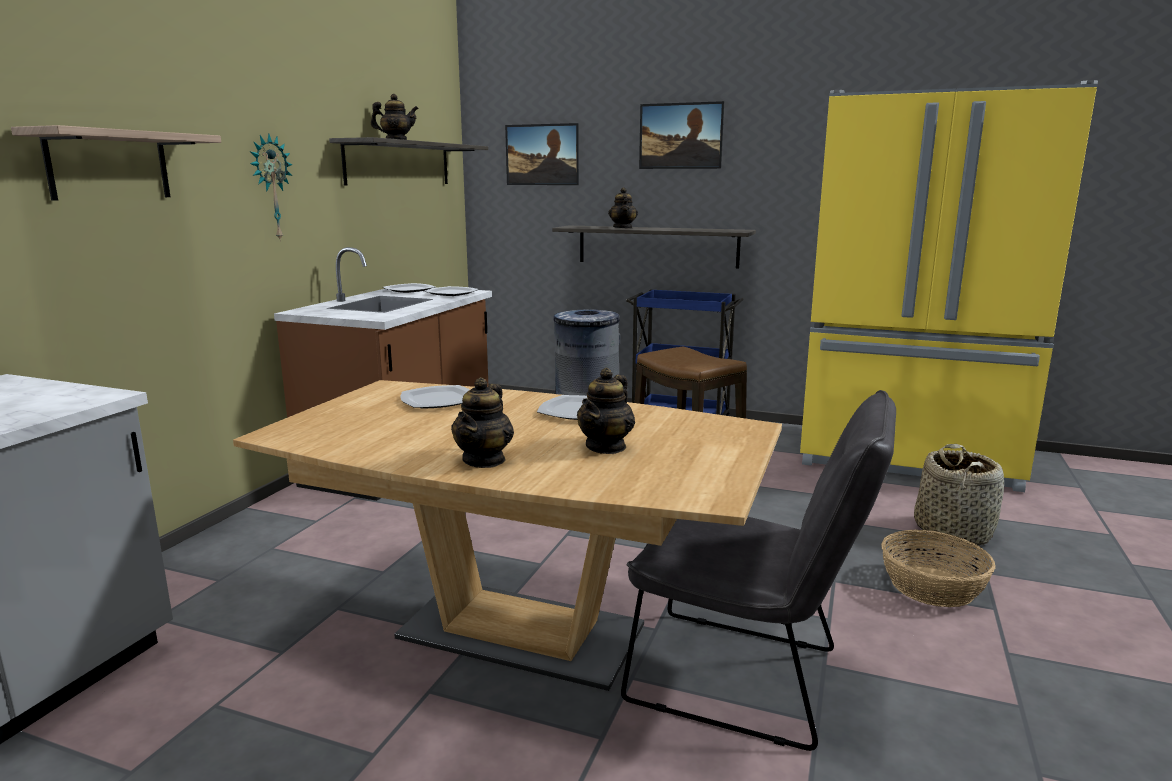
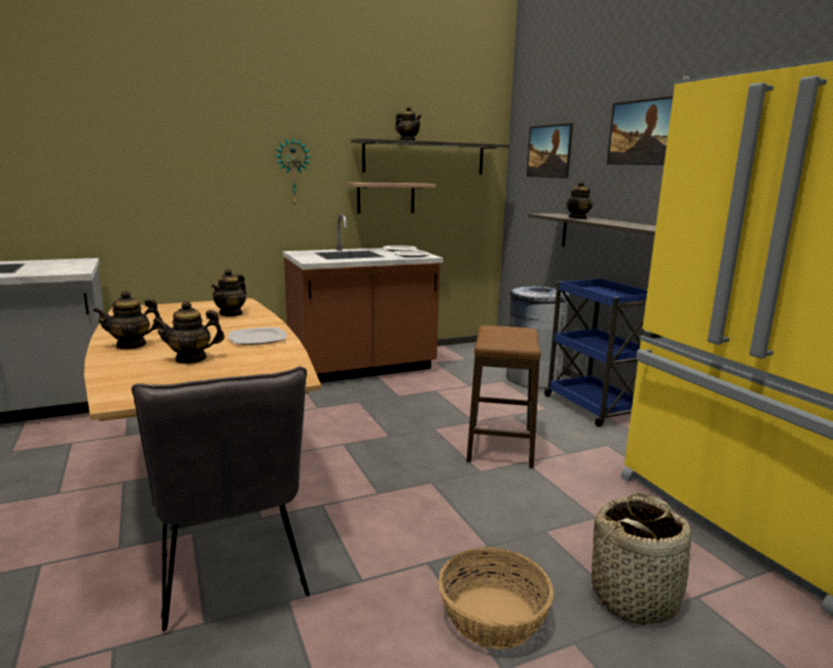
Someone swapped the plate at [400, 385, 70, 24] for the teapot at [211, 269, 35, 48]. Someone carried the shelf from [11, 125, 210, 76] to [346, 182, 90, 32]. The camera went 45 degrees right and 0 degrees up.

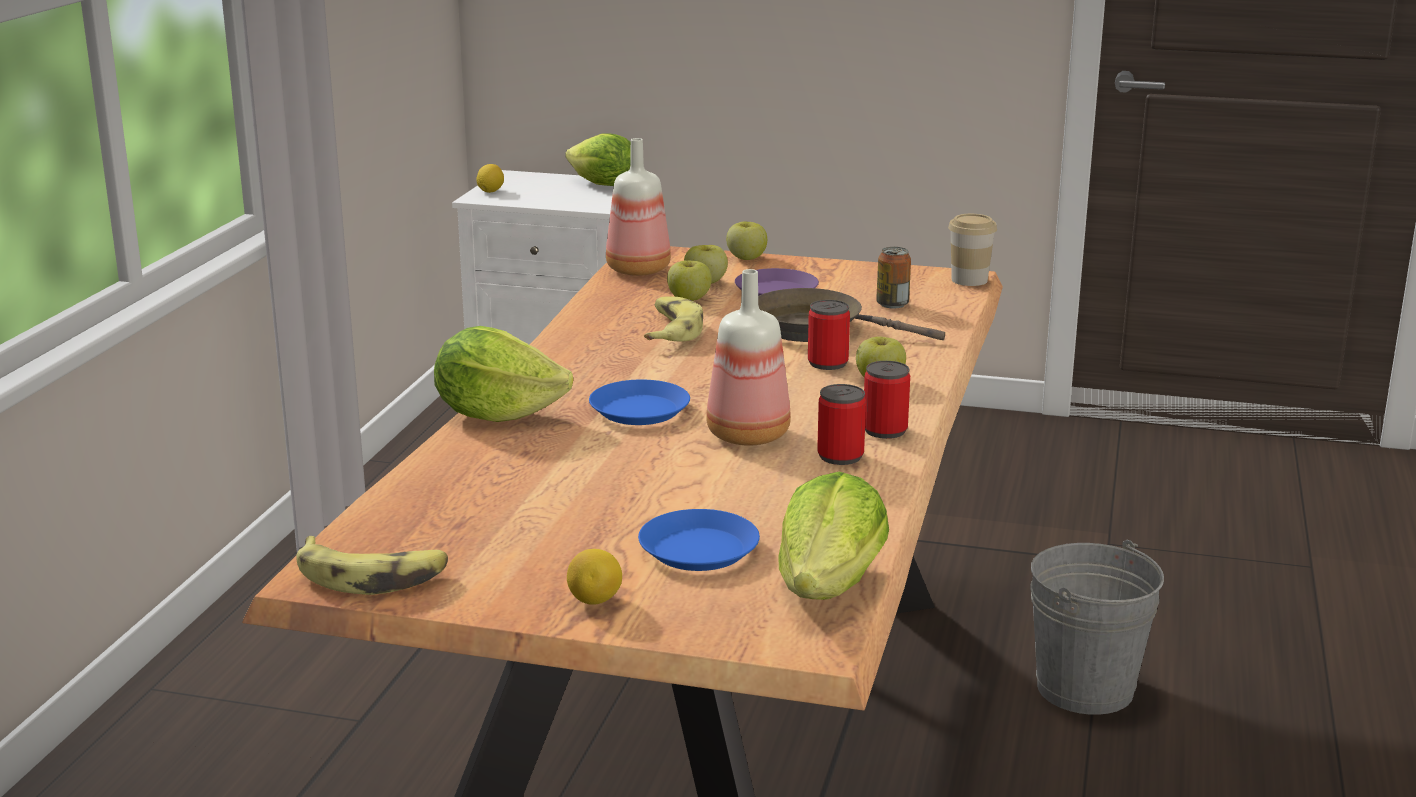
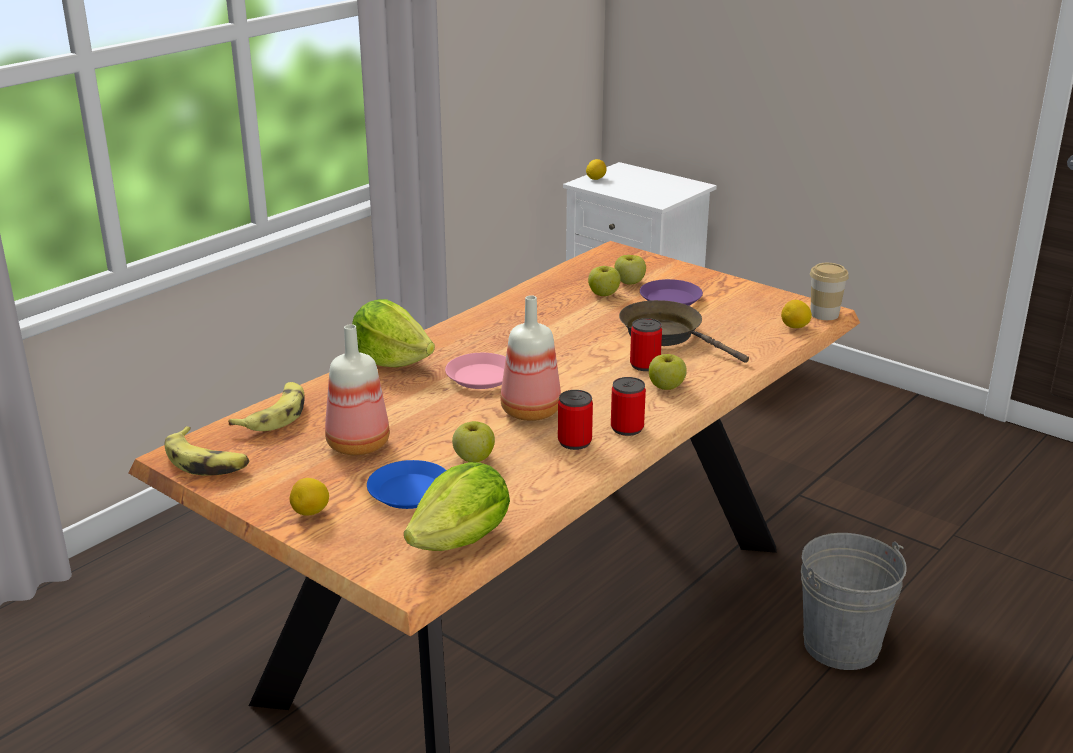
Someone carried the banana from [644, 297, 59, 44] to [228, 382, 77, 49]. Someone carried the bottle from [606, 138, 65, 138] to [325, 324, 65, 131]. Someone repainted the blue plate at [589, 380, 101, 45], which became the pink plate at [445, 353, 61, 36]. Someone carried the apple from [726, 222, 41, 38] to [452, 421, 43, 41]. Someone put down the lemon at [781, 300, 31, 28]. Someone took away the lettuce at [565, 133, 66, 53]. Someone took away the can at [876, 247, 35, 61]. The camera went 25 degrees right and 5 degrees up.

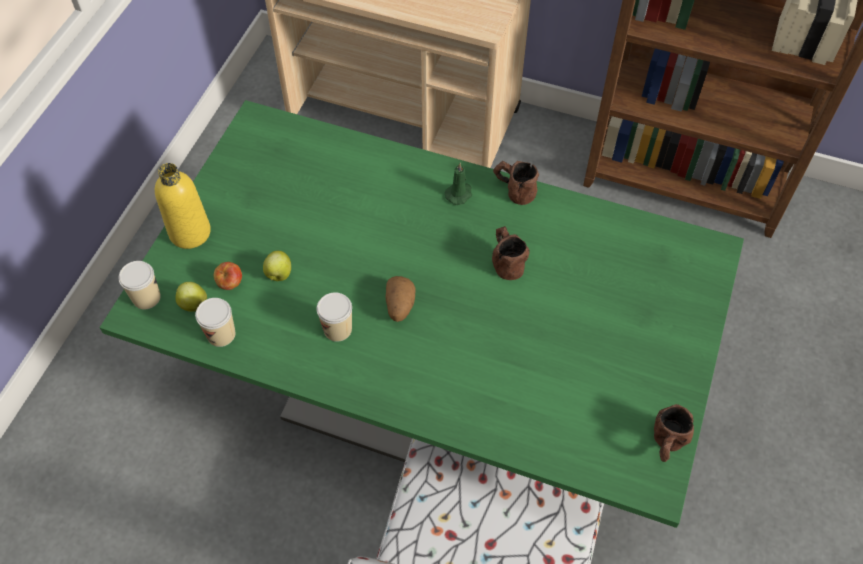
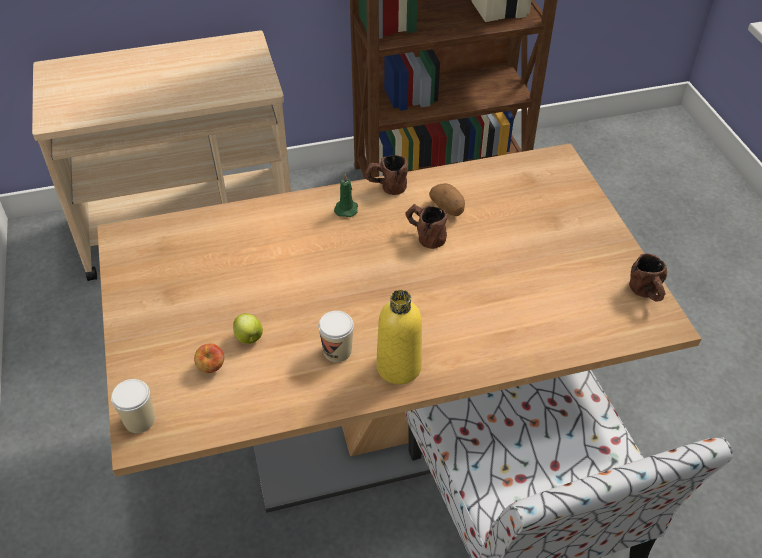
Someone repainted the green dining table at [99, 100, 645, 428], which became the brown dining table at [97, 143, 605, 370]. Someone carried the yellow bottle from [155, 163, 56, 86] to [376, 290, 46, 94]. Someone carried the potato from [385, 276, 31, 46] to [429, 183, 36, 33]. Someone took away the apple at [175, 282, 32, 30]. Someone took away the cup at [195, 298, 40, 49]. The camera went 35 degrees left and 10 degrees down.

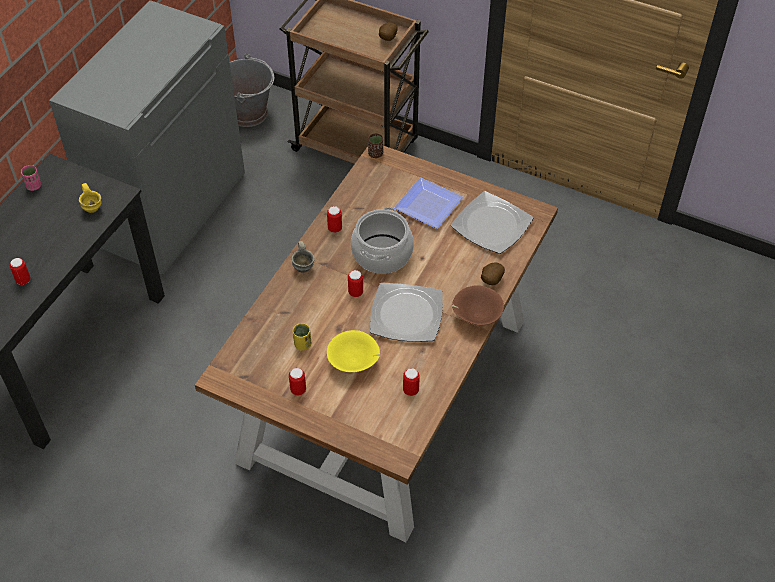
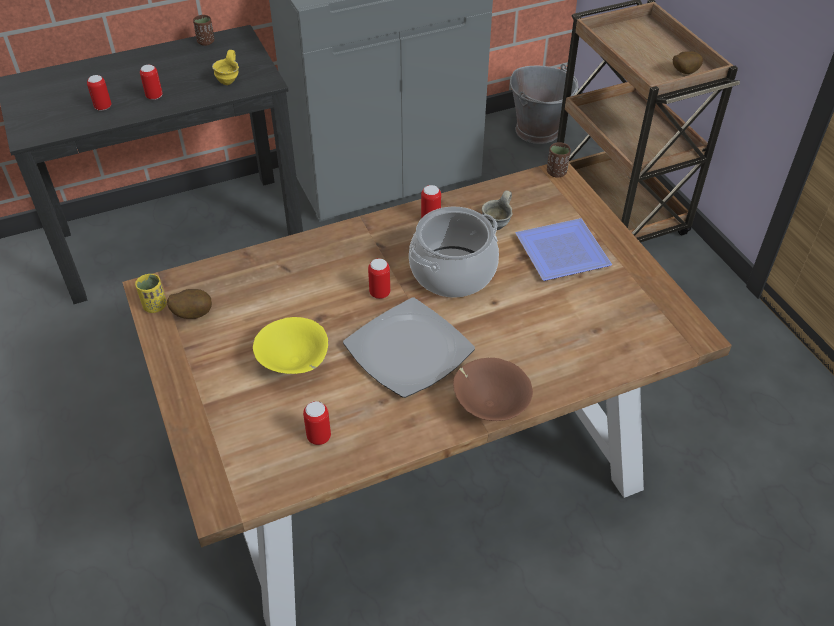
Someone carried the yellow cup from [293, 323, 18, 28] to [135, 274, 32, 39]. Someone carried the can from [289, 368, 17, 28] to [140, 65, 23, 35]. Someone carried the potato from [481, 262, 24, 23] to [167, 289, 45, 30]. Someone repainted the pink cup at [21, 165, 20, 26], which became the brown cup at [193, 15, 21, 31]. Someone carried the grey mug from [291, 241, 24, 32] to [482, 191, 31, 39]. Someone took away the plate at [451, 191, 82, 63]. The camera went 40 degrees right and 5 degrees down.

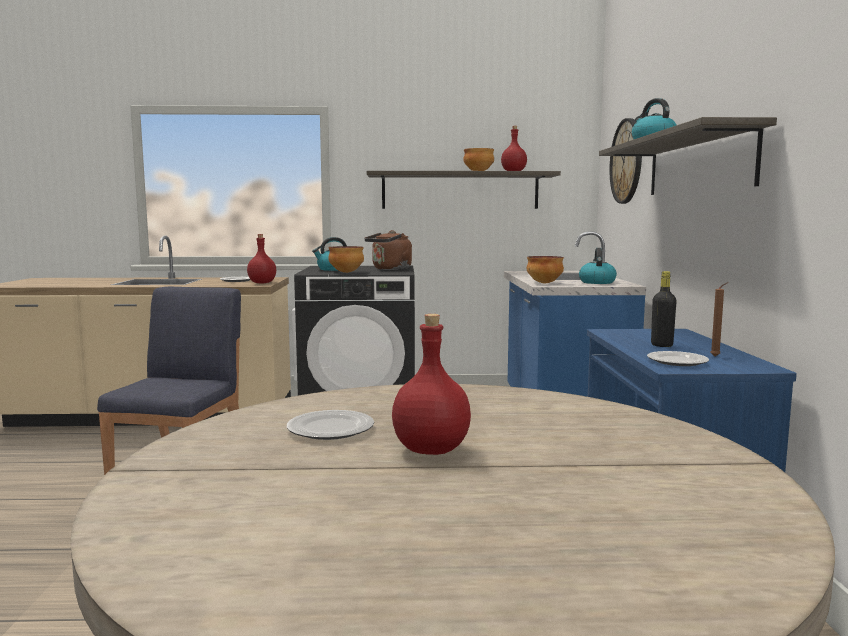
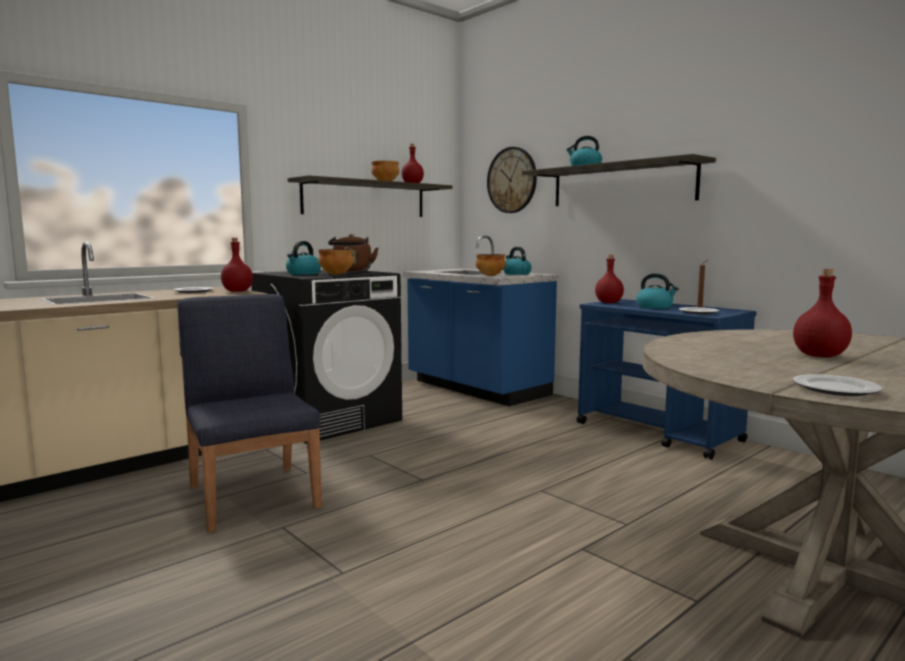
Someone put down the red bottle at [595, 255, 29, 48]. Someone swapped the black bottle at [651, 271, 26, 76] for the kettle at [636, 273, 43, 36]. Someone carried the plate from [287, 410, 87, 30] to [792, 374, 91, 22]. The camera went 40 degrees left and 0 degrees up.

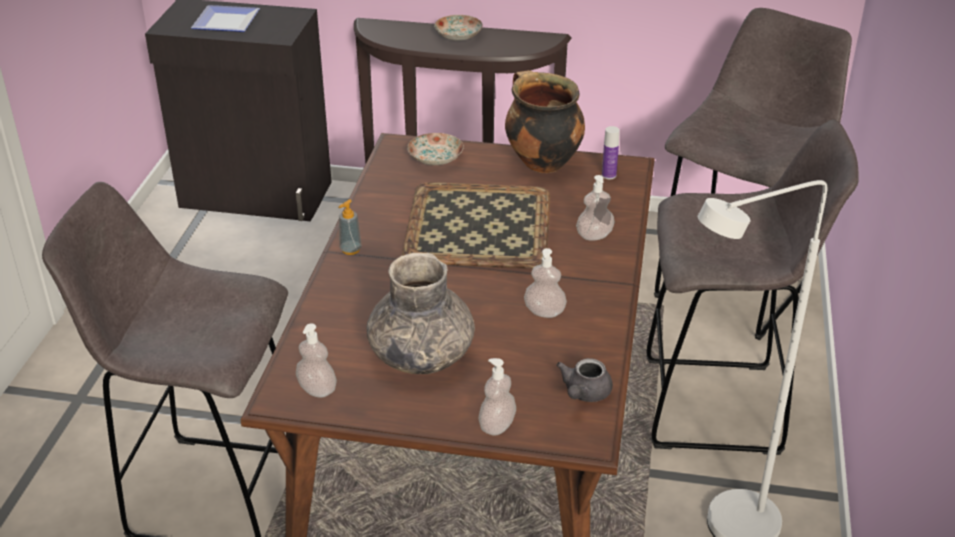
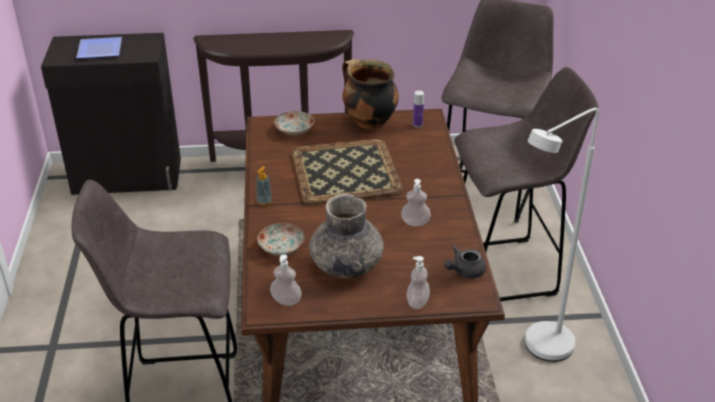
Someone carried the plate from [434, 15, 49, 26] to [257, 223, 48, 32]. Someone rotated the grey teapot at [556, 358, 57, 44] by 45 degrees clockwise. Someone took away the soap dispenser at [576, 175, 39, 65]. The camera went 15 degrees left and 0 degrees up.

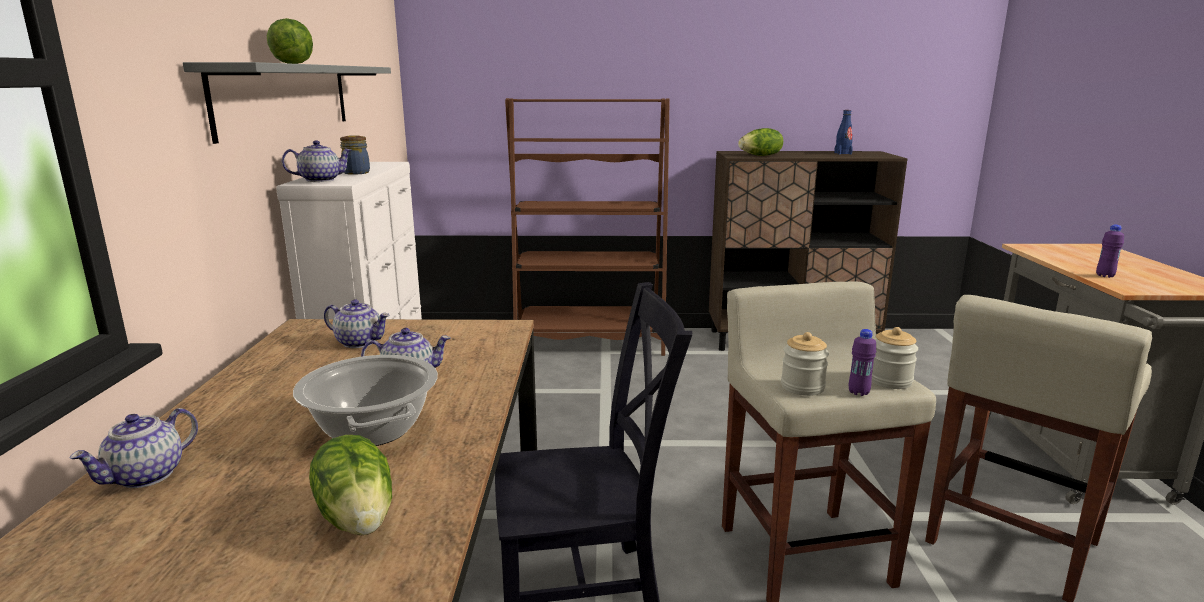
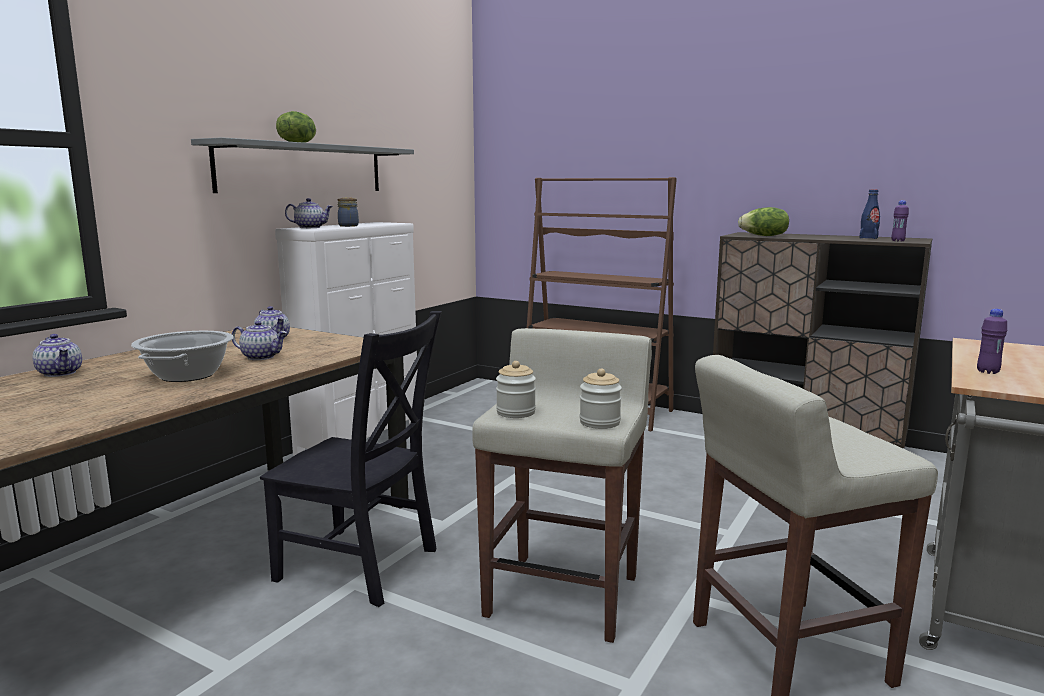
Someone rotated the teapot at [69, 408, 129, 80] by 105 degrees counterclockwise. Someone carried the purple bottle from [849, 329, 27, 67] to [891, 200, 18, 42]. Someone took away the lettuce at [309, 435, 83, 101]. The camera went 30 degrees right and 5 degrees down.

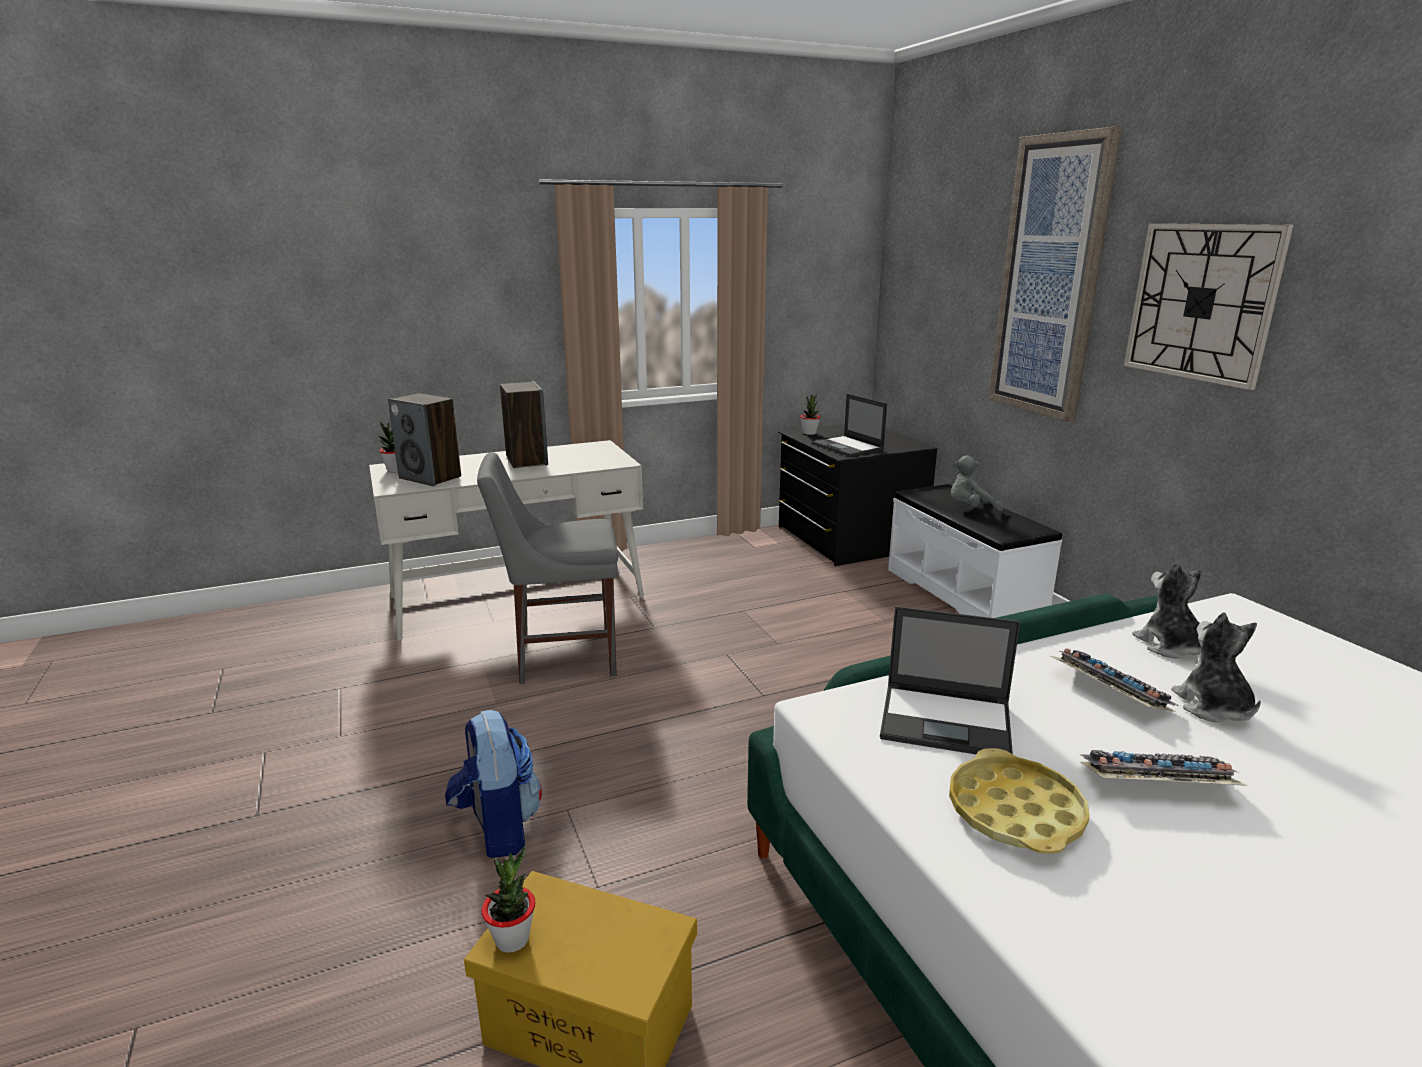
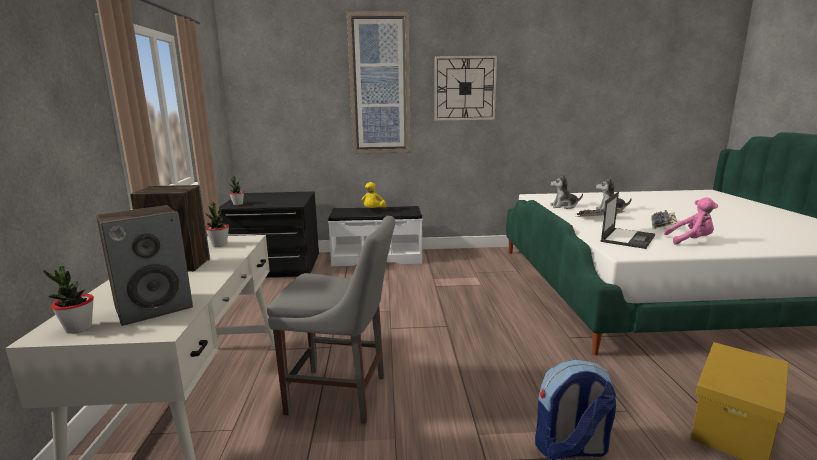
Someone carried the potted plant from [482, 847, 53, 106] to [205, 202, 24, 45]. Someone rotated the grey chair at [477, 452, 141, 232] by 90 degrees counterclockwise. Someone repainted the grey plush toy at [951, 455, 52, 57], which became the yellow plush toy at [362, 182, 24, 26]. Someone swapped the yellow tray at [949, 748, 141, 106] for the pink plush toy at [664, 197, 54, 48]. Someone took away the laptop at [812, 394, 75, 63]. The camera went 70 degrees left and 5 degrees down.

